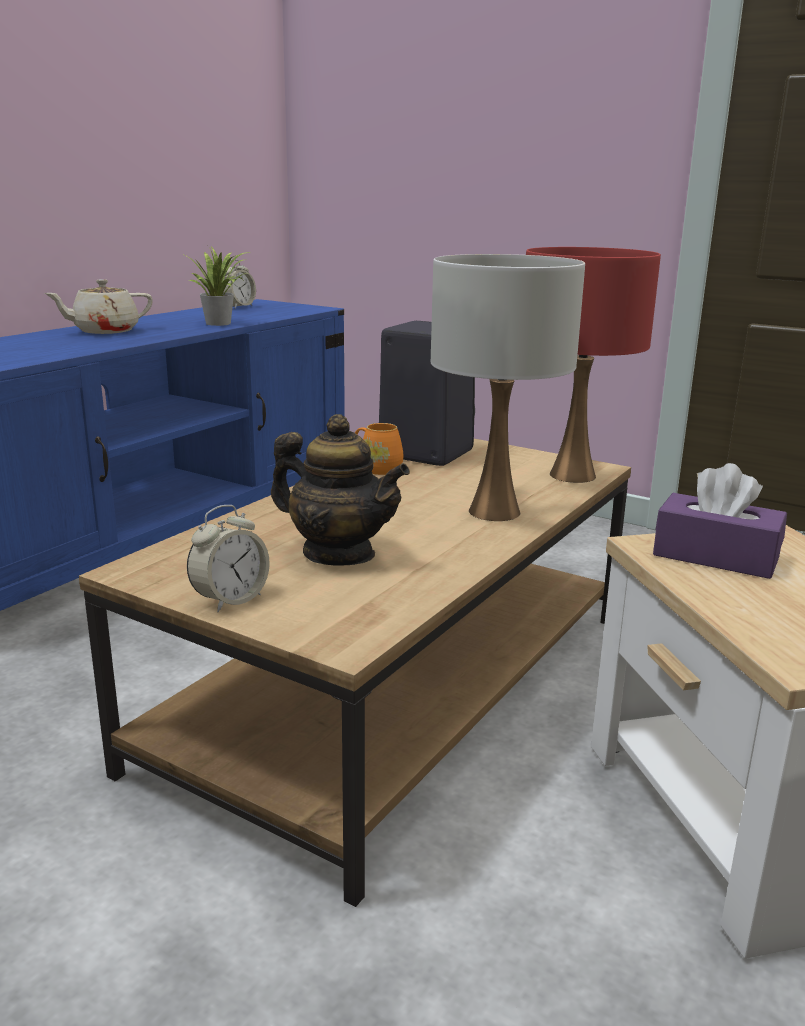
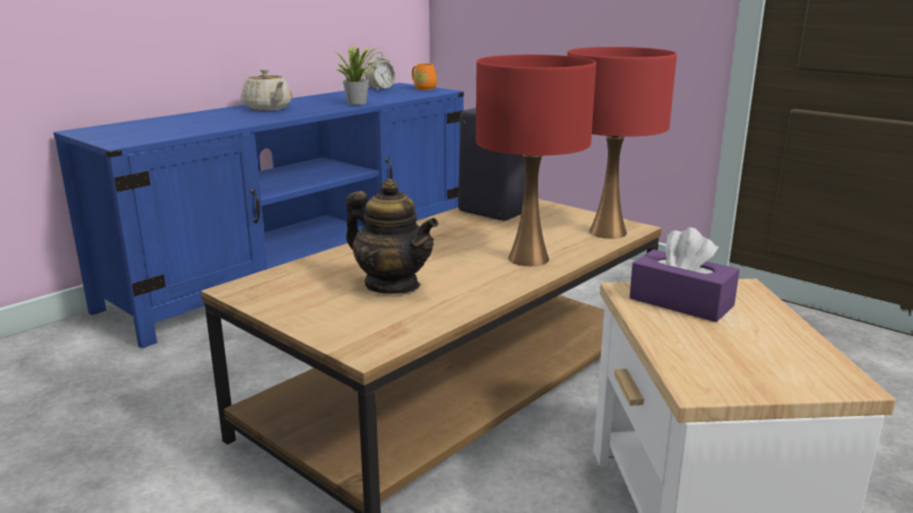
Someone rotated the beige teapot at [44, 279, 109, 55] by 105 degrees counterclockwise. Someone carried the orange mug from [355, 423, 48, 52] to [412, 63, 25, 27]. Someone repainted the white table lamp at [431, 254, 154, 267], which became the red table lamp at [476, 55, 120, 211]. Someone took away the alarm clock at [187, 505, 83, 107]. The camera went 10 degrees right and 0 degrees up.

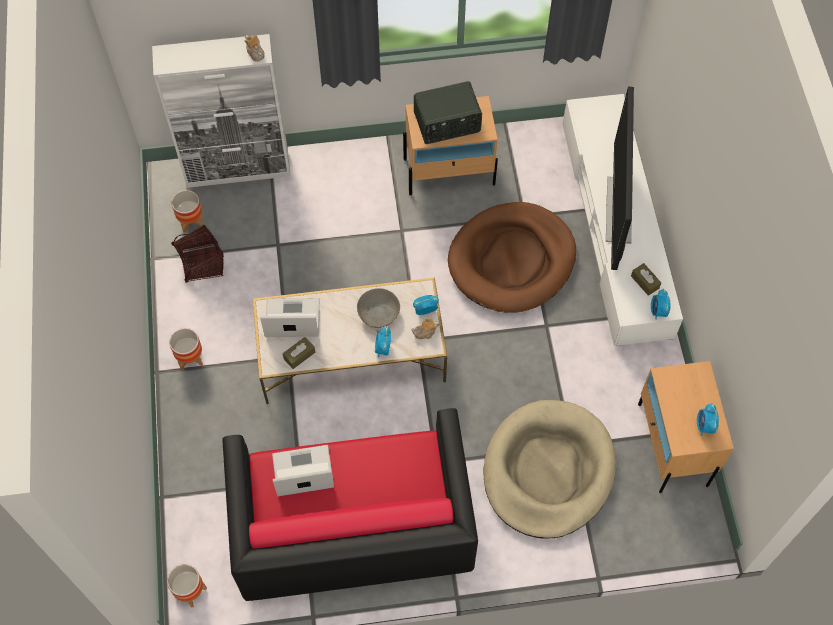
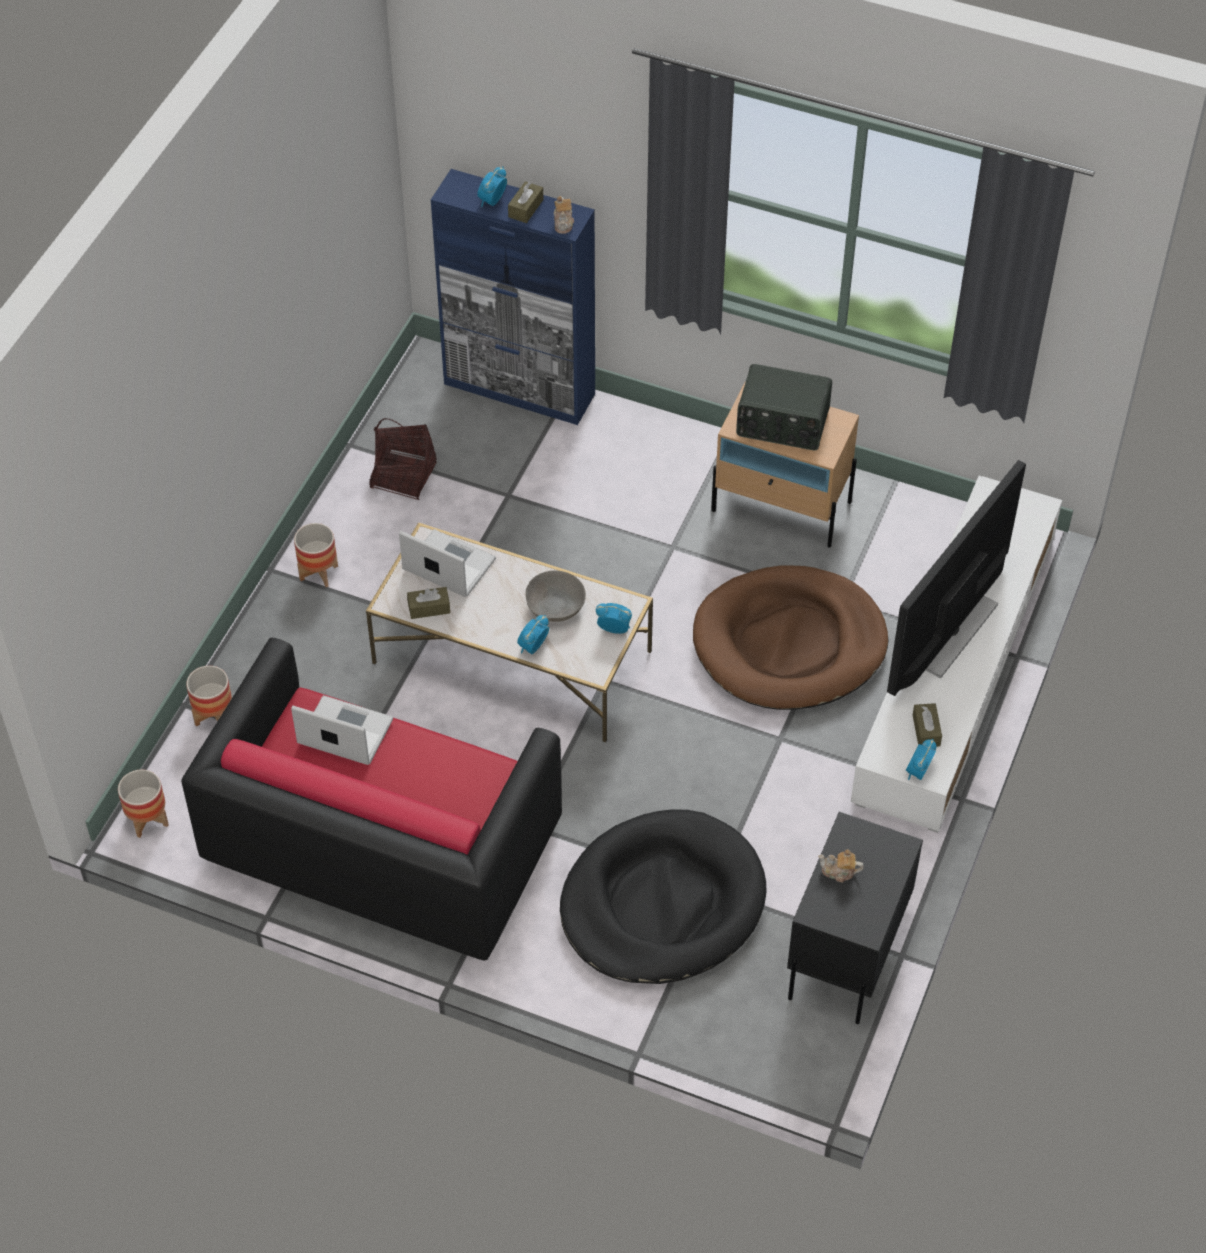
Someone carried the planter from [172, 190, 31, 43] to [186, 666, 46, 61]. Someone repainted the white cabinet at [152, 34, 139, 154], which became the blue cabinet at [431, 169, 164, 256]. Someone carried the alarm clock from [697, 403, 22, 32] to [477, 166, 30, 41]. Someone put down the brown tissue box at [508, 181, 35, 42]. Someone repainted the beige dog bed at [484, 400, 132, 139], which became the black dog bed at [560, 809, 206, 175]. Someone repainted the beige nightstand at [638, 361, 96, 132], which became the black nightstand at [787, 812, 136, 212]. Someone carried the teapot from [411, 318, 29, 21] to [818, 849, 46, 33]. The camera went 30 degrees right and 10 degrees down.

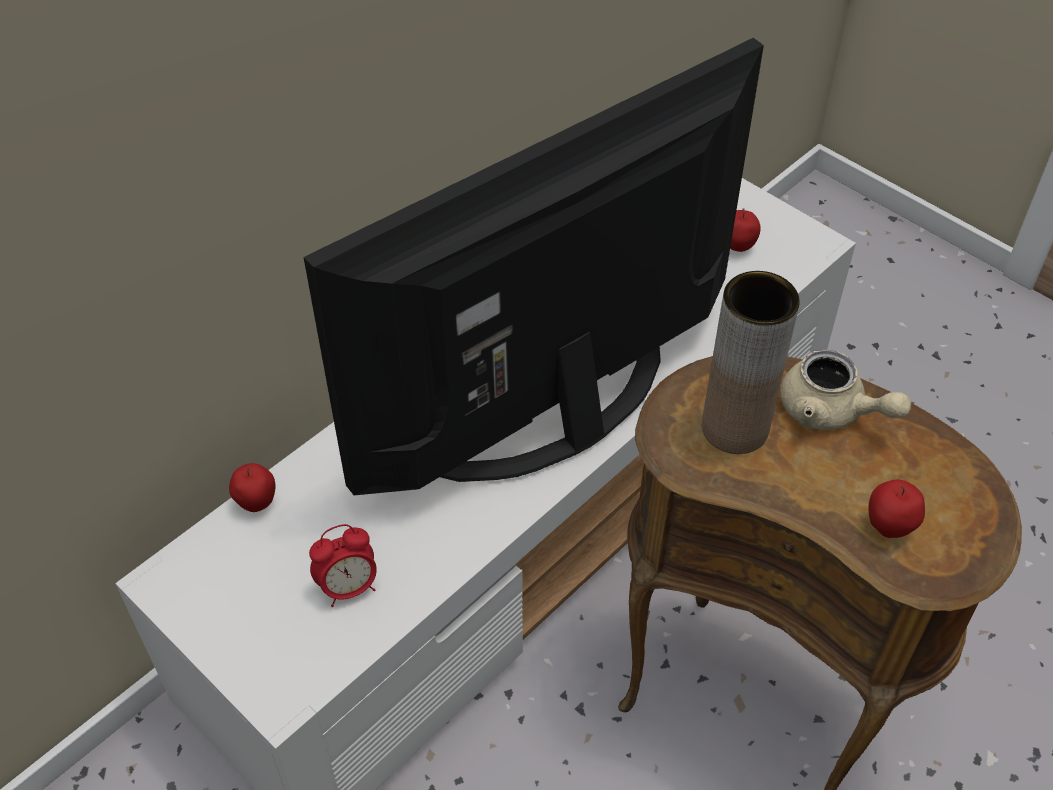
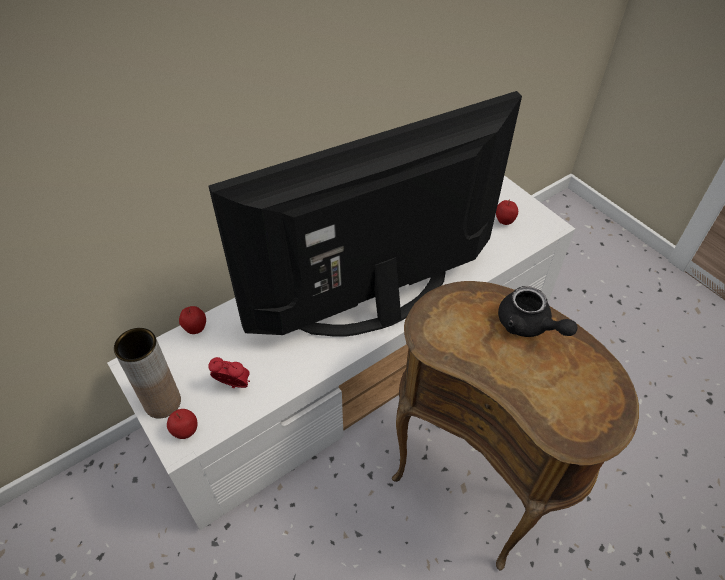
Someone carried the brown vase from [702, 271, 98, 183] to [114, 328, 67, 91]. Someone carried the apple from [869, 479, 56, 59] to [167, 409, 30, 30]. Someone rotated the alarm clock at [309, 524, 68, 83] by 150 degrees counterclockwise. Someone repainted the beige teapot at [780, 349, 131, 81], which became the black teapot at [498, 286, 80, 51]. The camera went 10 degrees right and 0 degrees up.

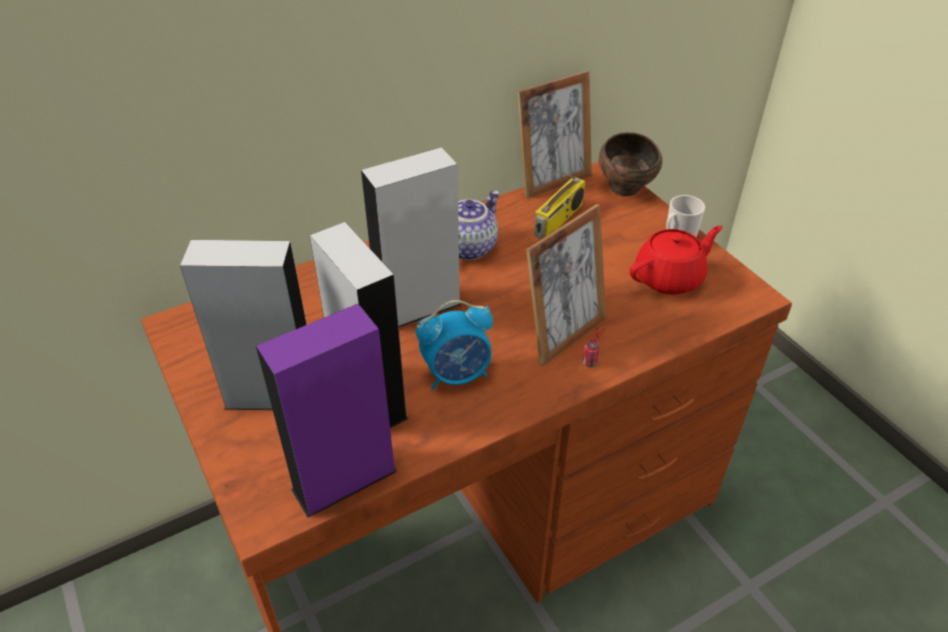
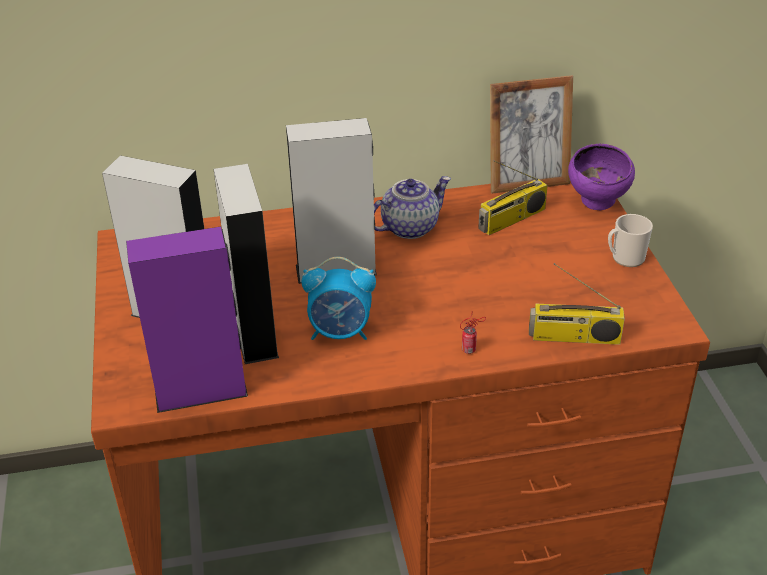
Someone put down the radio at [529, 263, 96, 82]. Someone repainted the brown bowl at [599, 132, 63, 64], which became the purple bowl at [568, 144, 67, 66]. Someone took away the picture frame at [526, 204, 80, 162]. Someone took away the red teapot at [630, 226, 93, 69]. The camera went 20 degrees right and 5 degrees down.

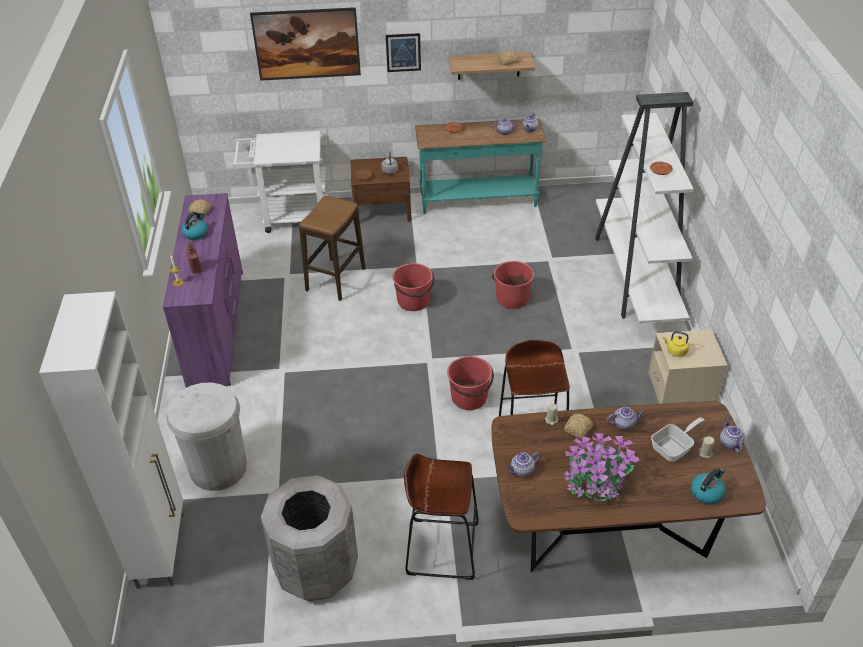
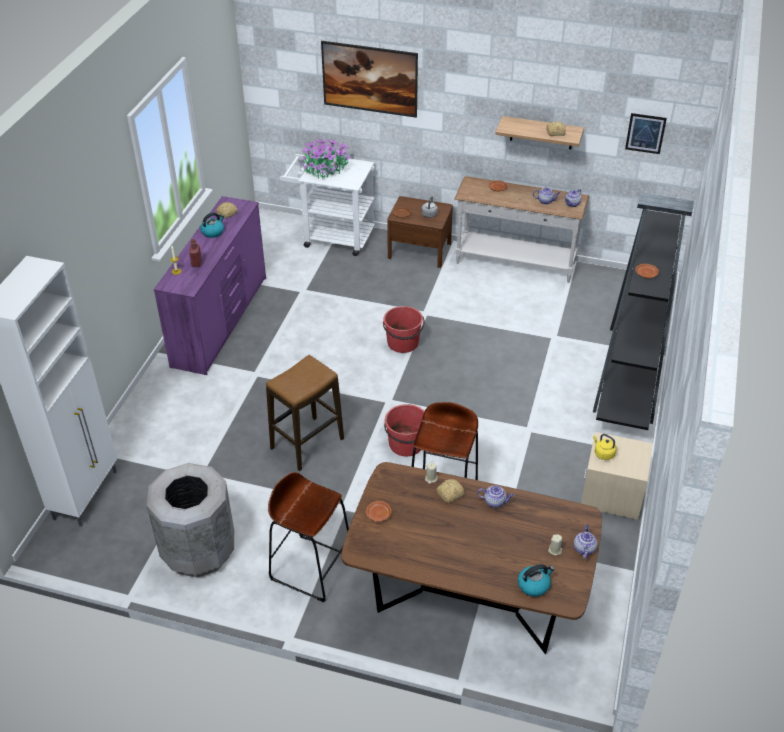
Someone carried the stool from [299, 195, 66, 106] to [266, 355, 78, 116]. Someone carried the potted plant from [564, 433, 75, 68] to [301, 136, 50, 43]. Someone swapped the teapot at [506, 452, 34, 25] for the brown plate at [366, 501, 26, 21]. Someone repainted the turquoise console table at [415, 118, 132, 96], which became the white console table at [454, 176, 135, 107]. Someone repainted the white bookcase at [595, 92, 99, 231], which became the black bookcase at [593, 193, 101, 237]. Someone carried the picture from [386, 33, 35, 39] to [625, 113, 42, 41]. Someone took away the white trash can at [166, 382, 81, 109]. Someone took away the red bucket at [492, 261, 42, 48]. Someone took away the frying pan at [651, 417, 54, 45]. The camera went 20 degrees right and 0 degrees up.

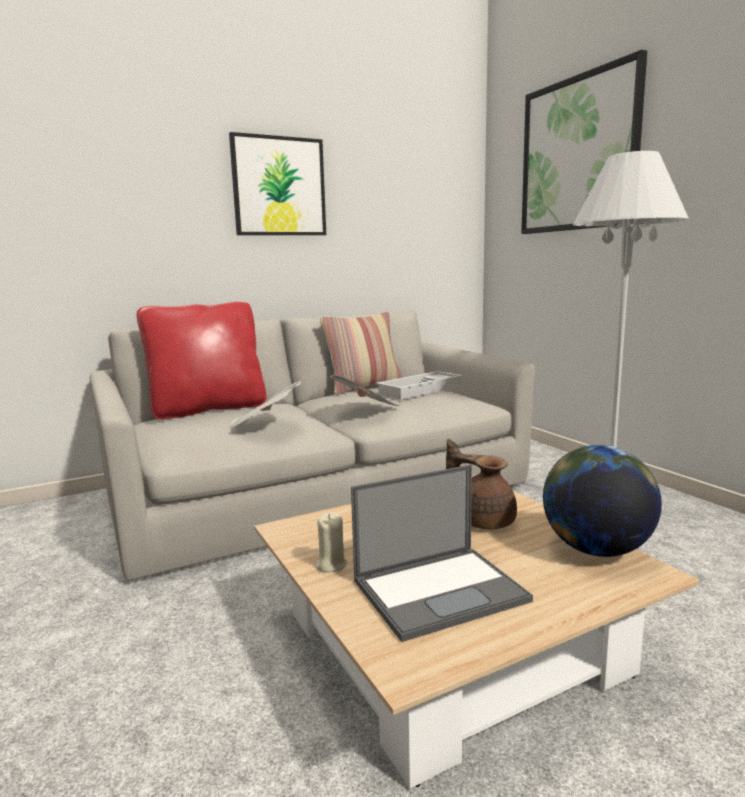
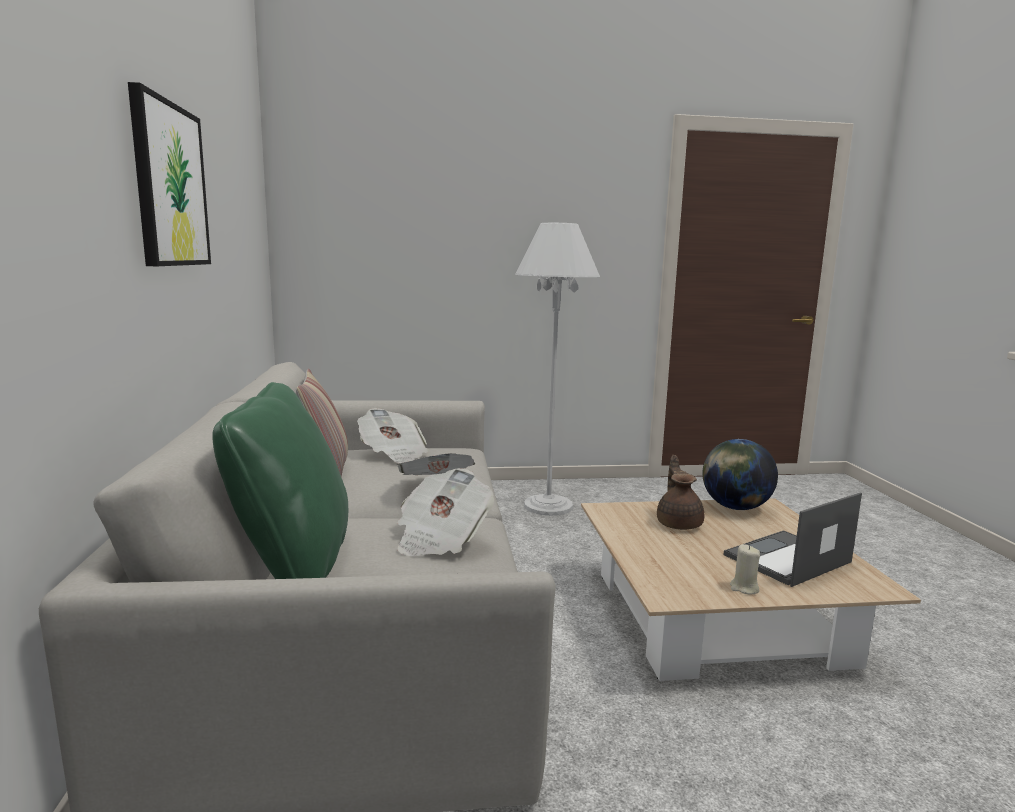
Someone repainted the red pillow at [137, 302, 130, 117], which became the green pillow at [212, 382, 136, 197]. Someone swapped the white tray at [376, 371, 87, 29] for the newspaper at [357, 408, 72, 56]. Someone rotated the brown teapot at [446, 439, 71, 90] by 120 degrees clockwise. Someone rotated the laptop at [351, 465, 182, 177] by 120 degrees counterclockwise. Someone took away the picture at [521, 50, 126, 184]. The camera went 70 degrees left and 0 degrees up.

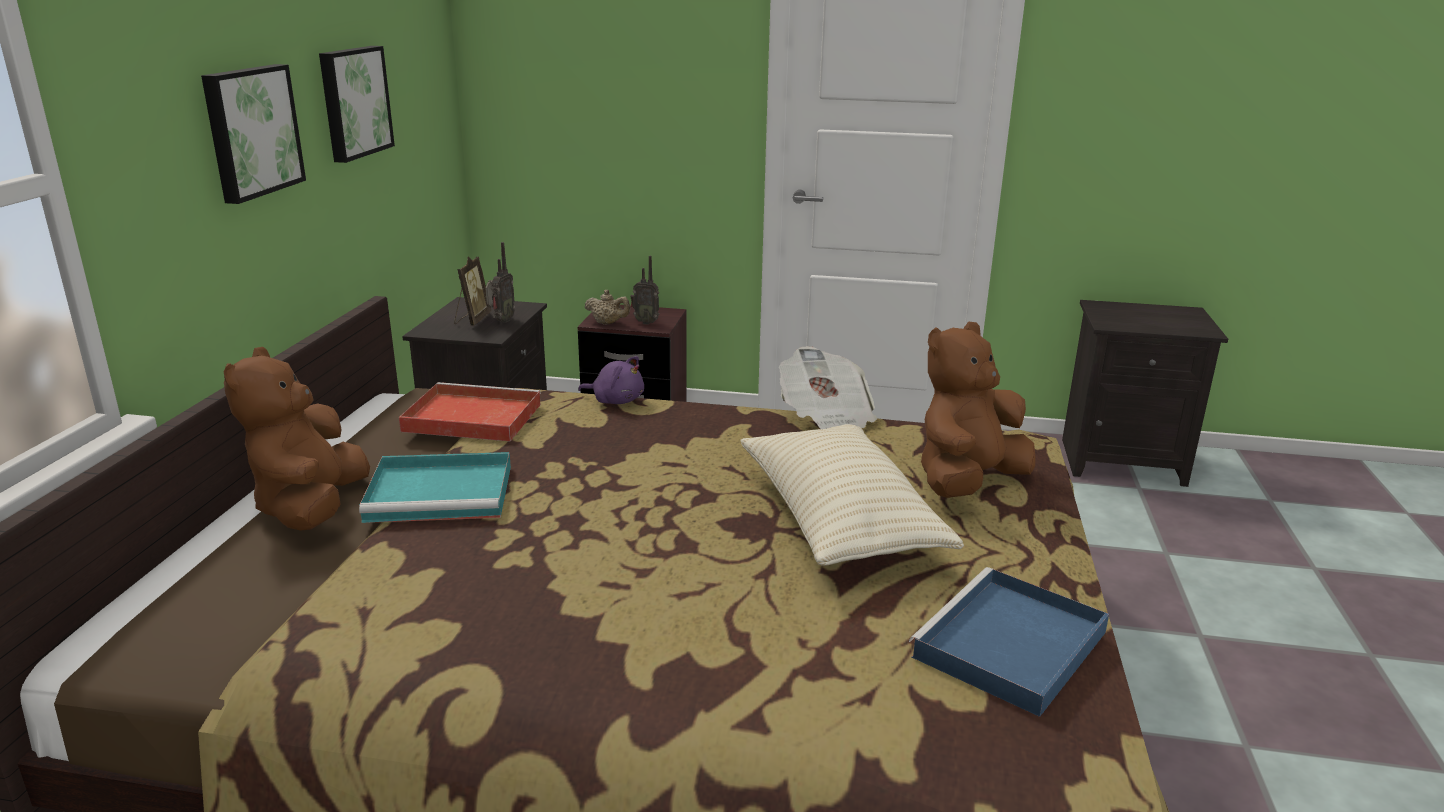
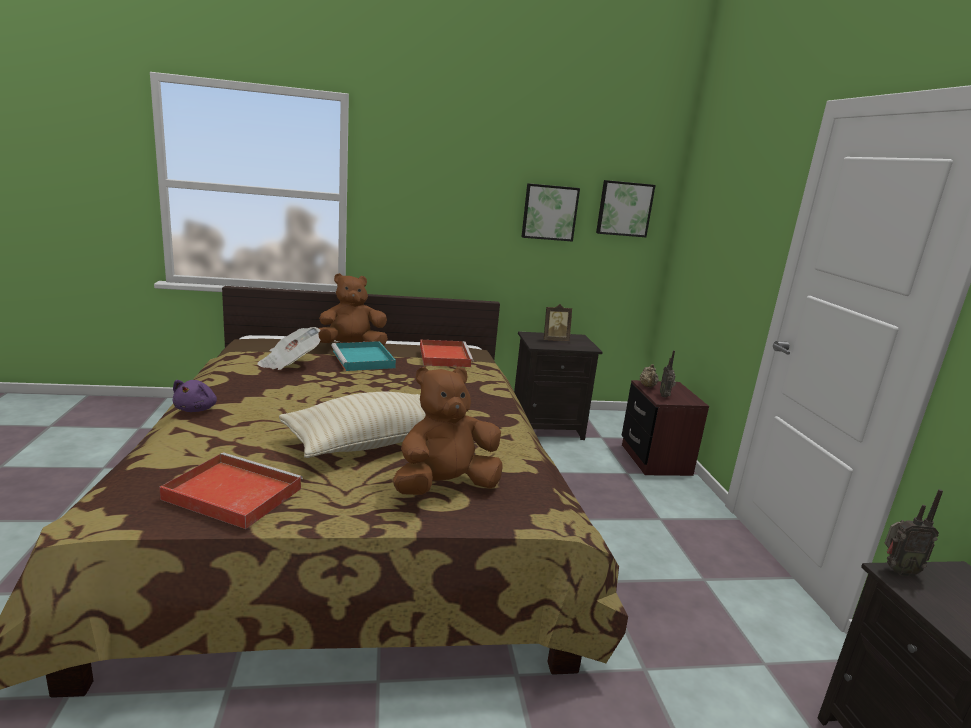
Someone repainted the blue tray at [909, 567, 200, 150], which became the red tray at [159, 452, 144, 77]. Someone carried the purple plush toy from [578, 356, 66, 48] to [172, 380, 45, 32]. Someone carried the newspaper from [779, 346, 98, 83] to [257, 327, 64, 43]. Someone rotated the brown plush toy at [921, 321, 115, 177] by 60 degrees counterclockwise. Someone carried the picture from [201, 64, 105, 140] to [596, 180, 60, 57]. Someone carried the radio from [485, 242, 30, 81] to [885, 489, 58, 87]. The camera went 70 degrees right and 5 degrees down.

